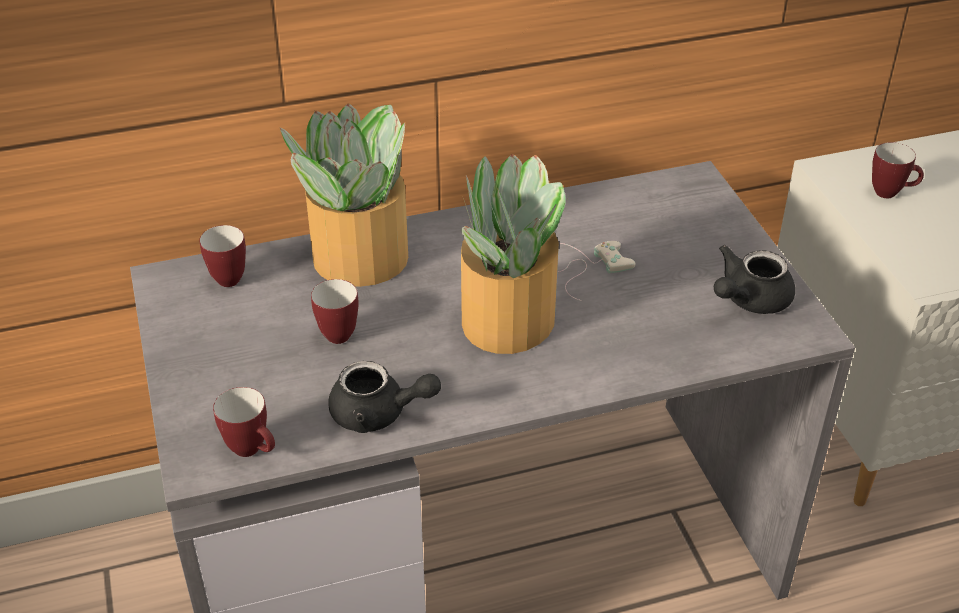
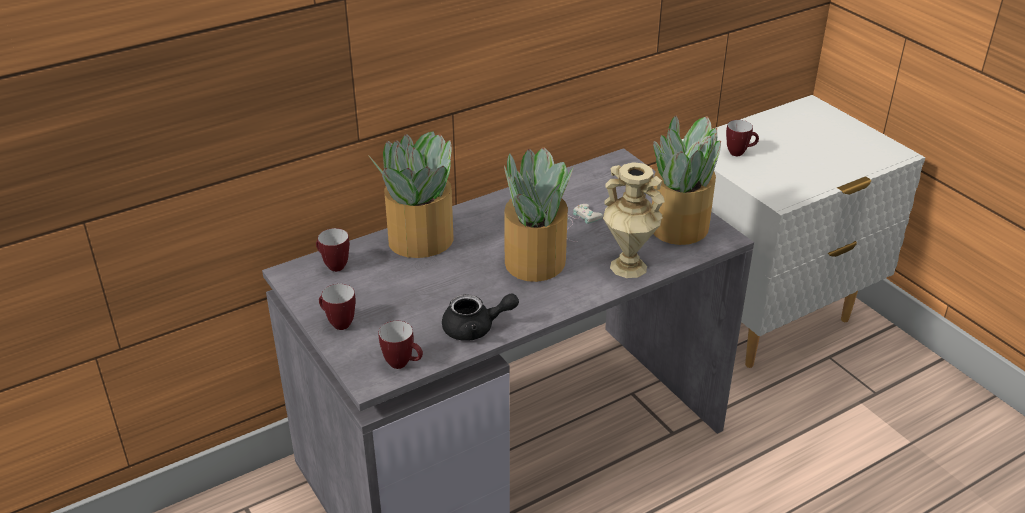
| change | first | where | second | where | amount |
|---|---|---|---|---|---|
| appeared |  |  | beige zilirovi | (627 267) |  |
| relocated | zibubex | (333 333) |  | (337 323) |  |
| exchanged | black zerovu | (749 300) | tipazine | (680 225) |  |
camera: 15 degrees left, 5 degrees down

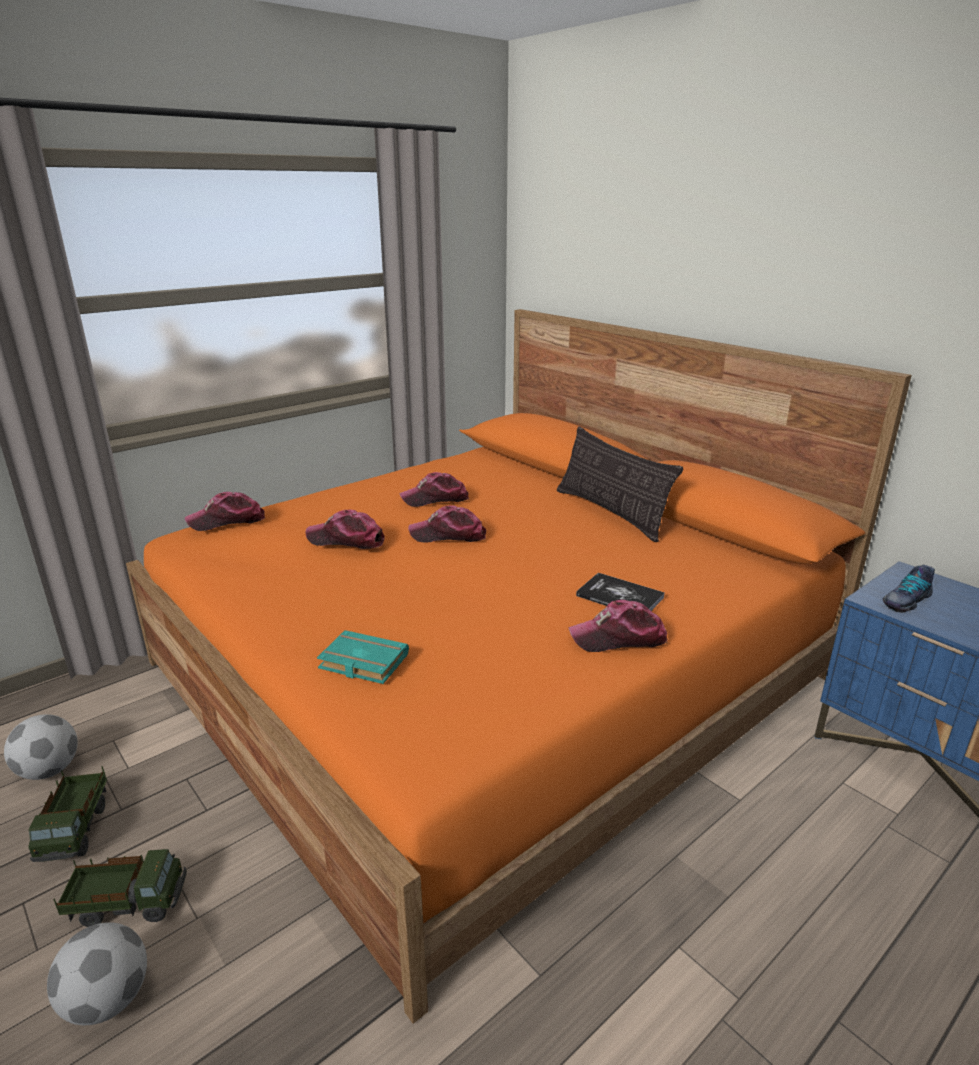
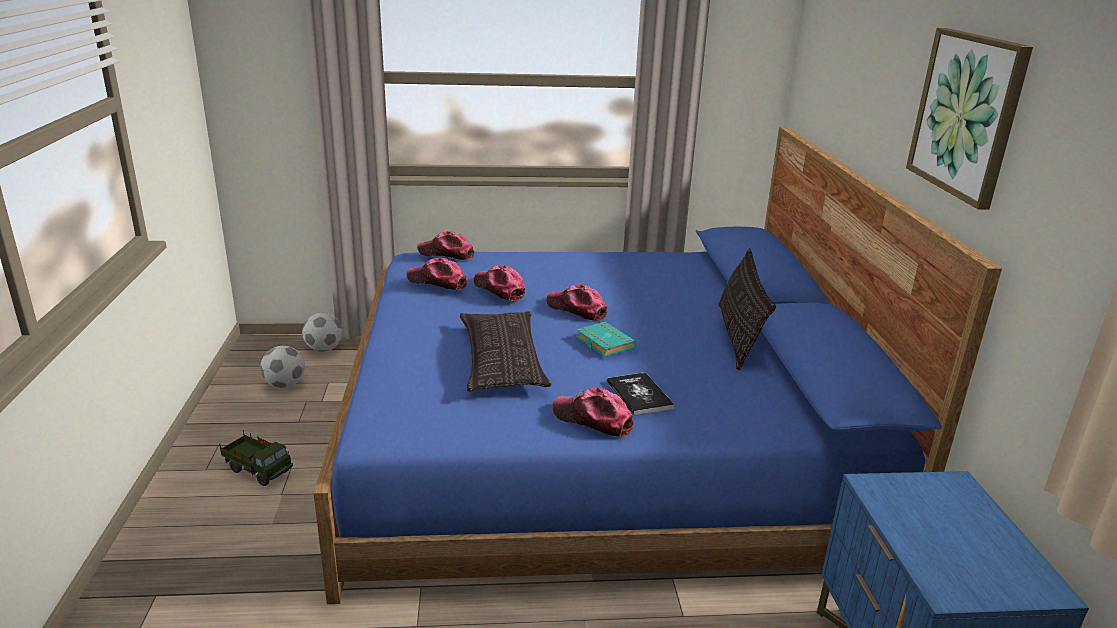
| change | first | where | second | where | amount |
|---|---|---|---|---|---|
| missing | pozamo | (76 830) |  |  |  |
| missing | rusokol | (905 600) |  |  |  |
| appeared |  |  | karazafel | (501 360) |  |
| appeared |  |  | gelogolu | (967 114) |  |
| relocated | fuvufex | (108 1000) |  | (324 349) |  |
| relocated | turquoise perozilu | (361 663) |  | (603 343) |  |
| relocated | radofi | (435 499) |  | (437 282) |  |
| colour | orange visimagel | (489 670) | blue visimagel | (597 440) |  |
camera: 35 degrees right, 0 degrees up

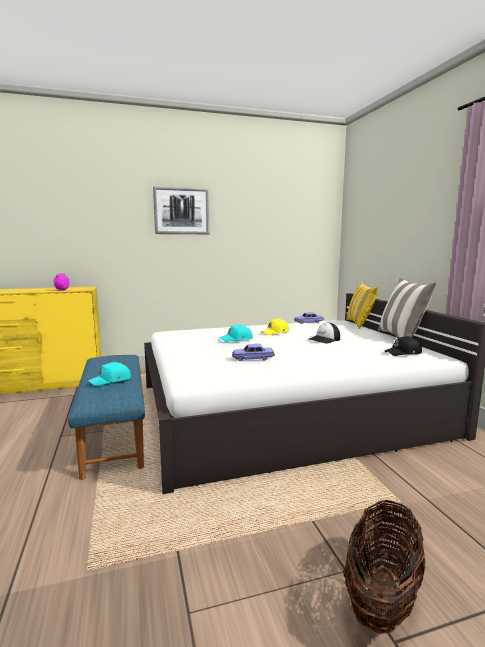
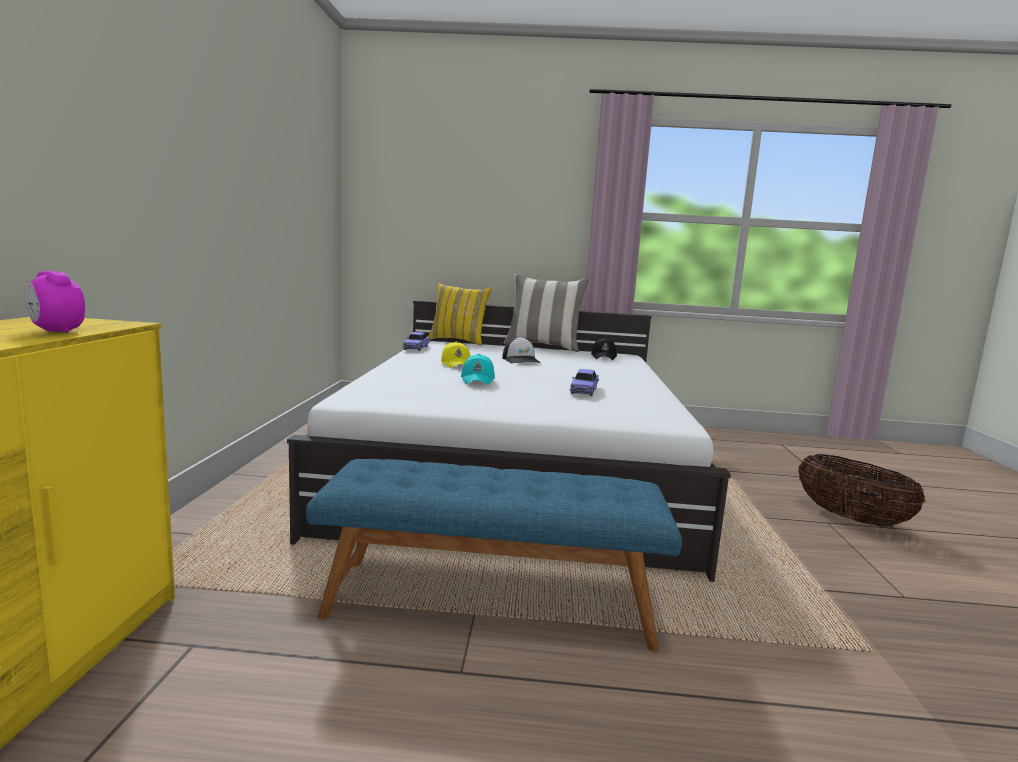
| change | first | where | second | where | amount |
|---|---|---|---|---|---|
| missing | turquoise radofi | (111 380) |  |  |  |
| missing | gelogolu | (181 211) |  |  |  |
camera: 70 degrees left, 0 degrees up

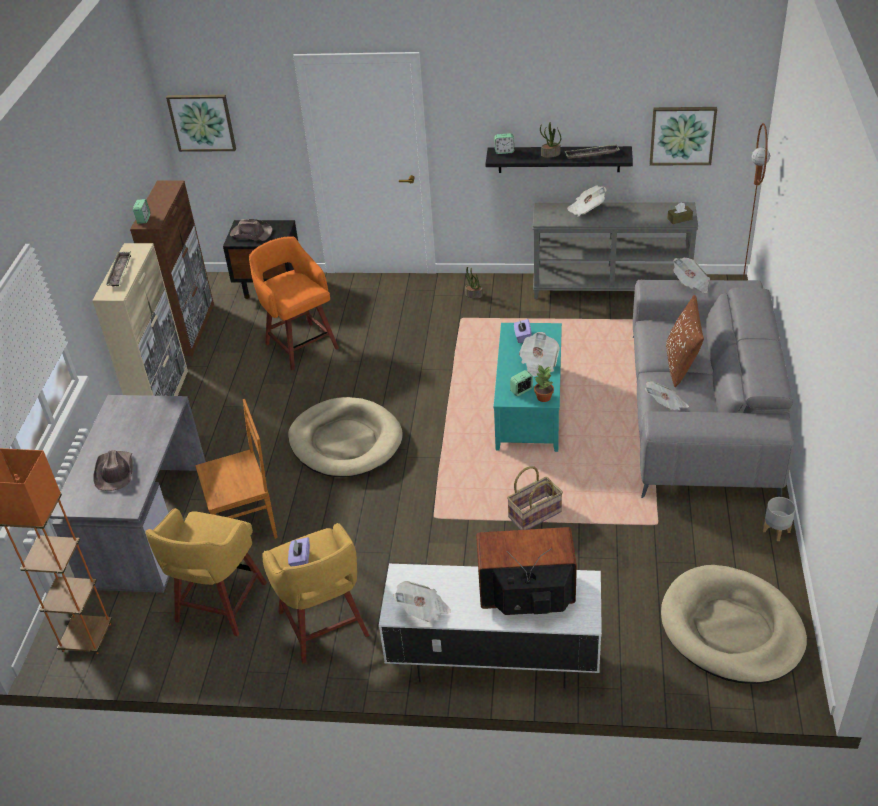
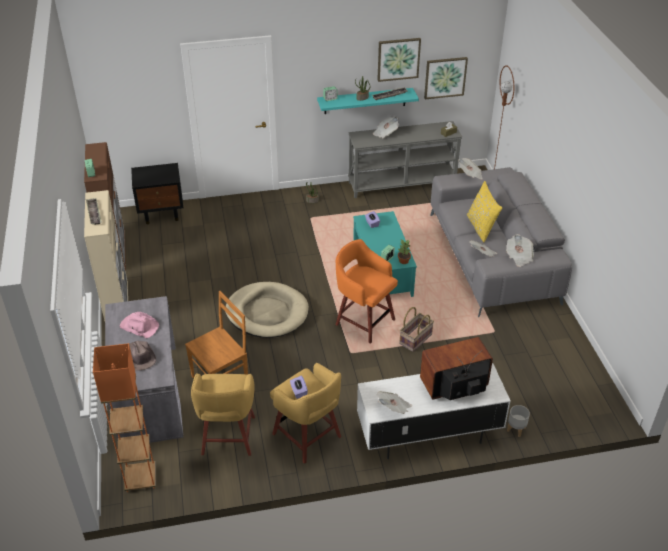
| change | first | where | second | where | amount |
|---|---|---|---|---|---|
| missing | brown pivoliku | (251 233) |  |  |  |
| missing | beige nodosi | (731 629) |  |  |  |
| appeared |  |  | pink pivoliku | (139 326) |  |
| relocated | gelogolu | (202 122) |  | (398 59) |  |
| relocated | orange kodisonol | (300 344) |  | (363 321) |  |
| relocated | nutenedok | (538 364) |  | (519 257) |  |
| relocated | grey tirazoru | (776 531) |  | (516 429) |  |
| colour | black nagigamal | (559 159) | turquoise nagigamal | (365 101) |  |
| colour | brown karazafel | (681 365) | yellow karazafel | (481 227) |  |
camera: 20 degrees left, 0 degrees up

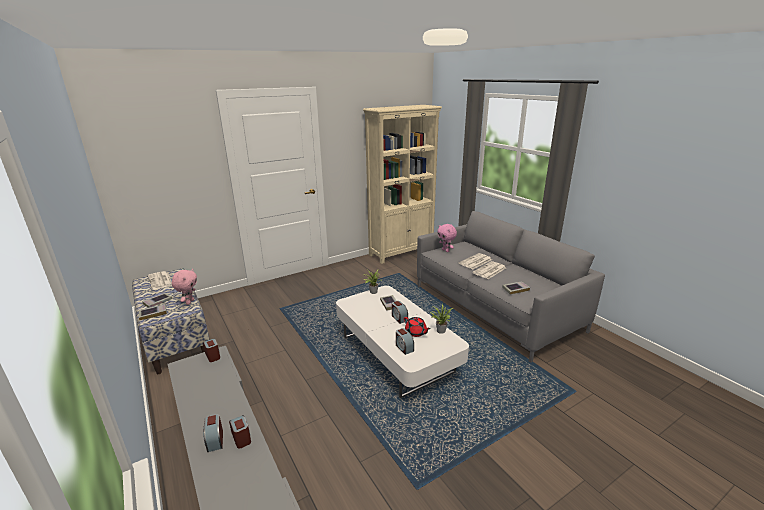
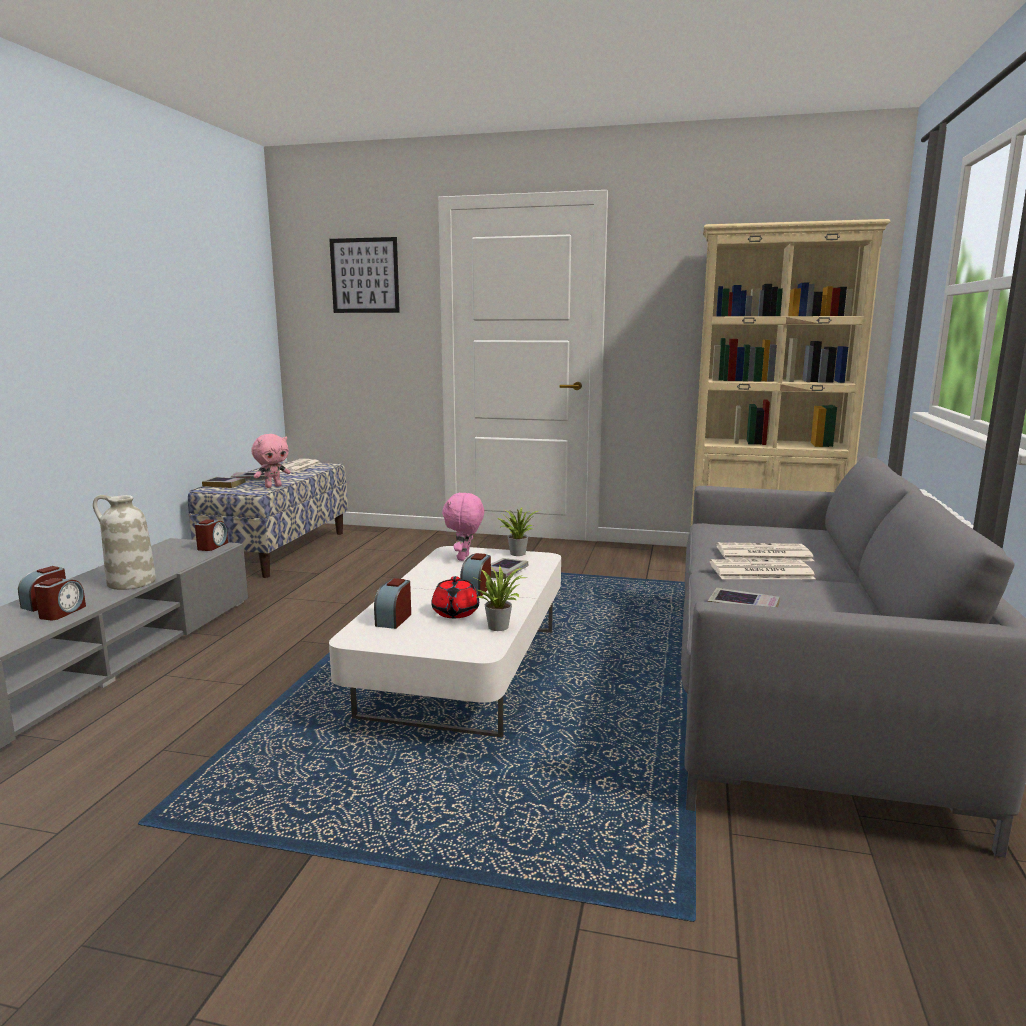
| change | first | where | second | where | amount |
|---|---|---|---|---|---|
| appeared |  |  | white zilirovi | (130 583) |  |
| appeared |  |  | gelogolu | (365 275) |  |
| relocated | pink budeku | (446 250) |  | (464 558) |  |
camera: 45 degrees right, 10 degrees down

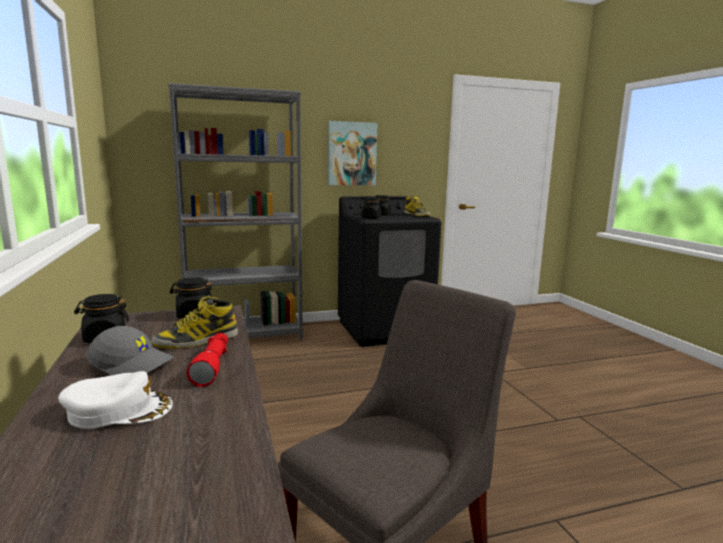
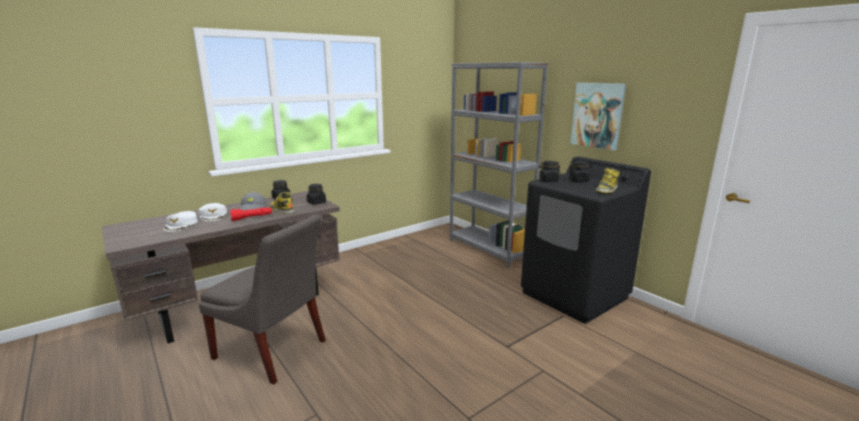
| change | first | where | second | where | amount |
|---|---|---|---|---|---|
| appeared |  |  | white radofi | (181 225) |  |
camera: 70 degrees right, 5 degrees up

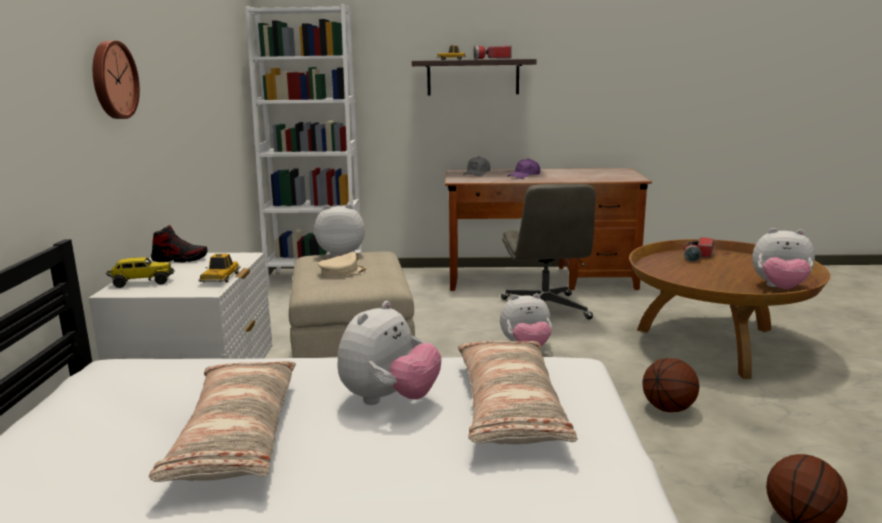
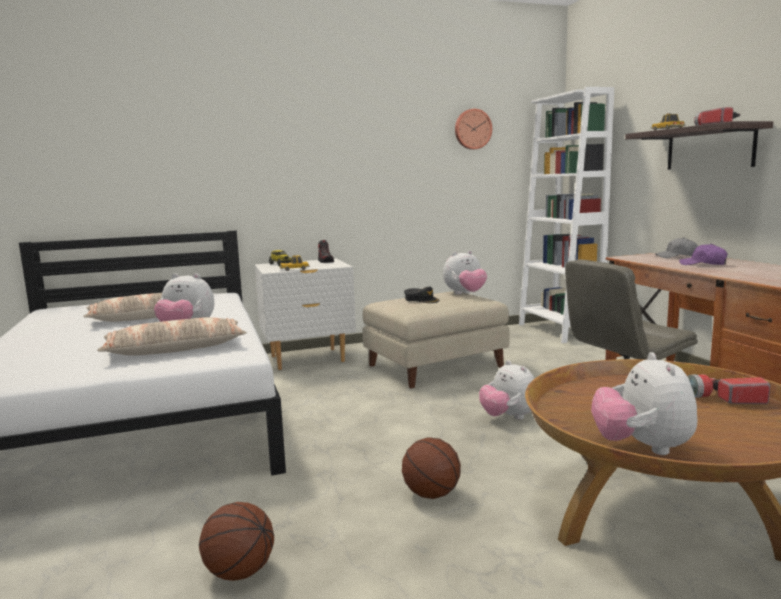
| change | first | where | second | where | amount |
|---|---|---|---|---|---|
| relocated | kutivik | (112 80) |  | (472 129) |  |
| colour | beige radofi | (343 272) | black radofi | (421 300) |  |
| spun | budeku | (341 254) |  | (465 294) | 90 degrees clockwise |
camera: 70 degrees right, 5 degrees down

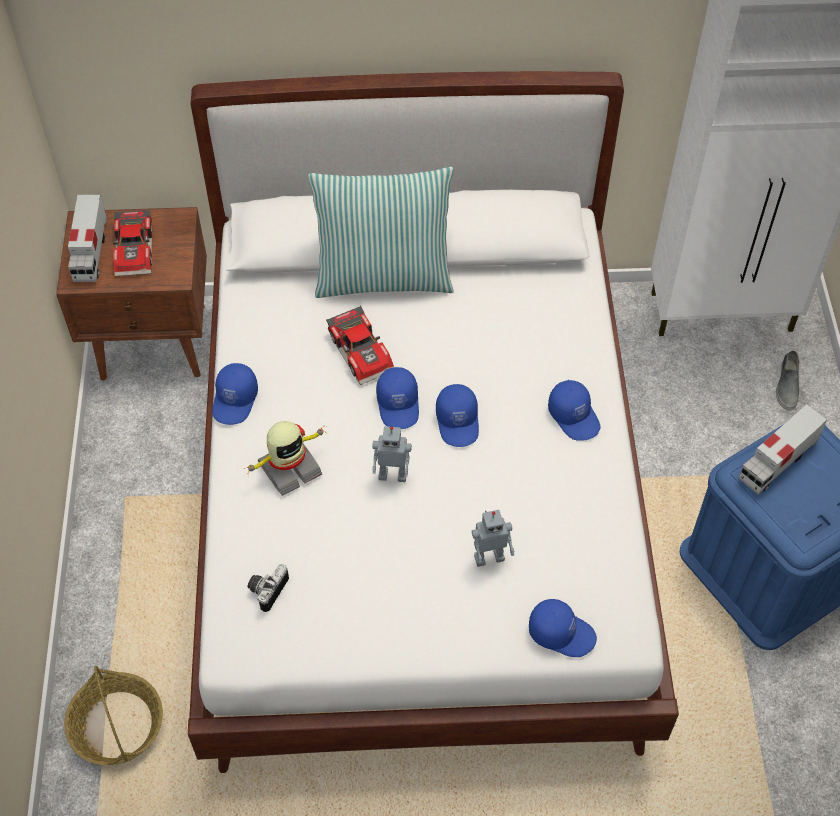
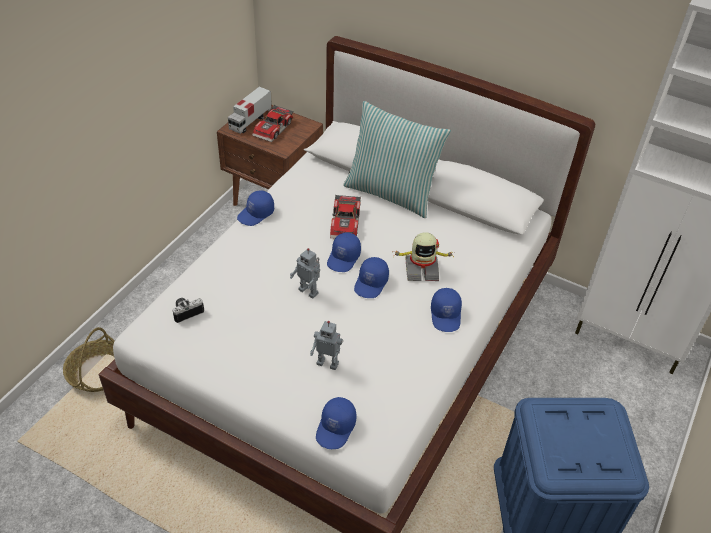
| change | first | where | second | where | amount |
|---|---|---|---|---|---|
| missing | pozamo | (776 462) |  |  |  |
| missing | grey rusokol | (787 385) |  |  |  |
| relocated | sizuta | (289 468) |  | (421 269) |  |
| spun | blue radofi | (561 632) |  | (336 428) | 60 degrees clockwise |
camera: 30 degrees right, 10 degrees down

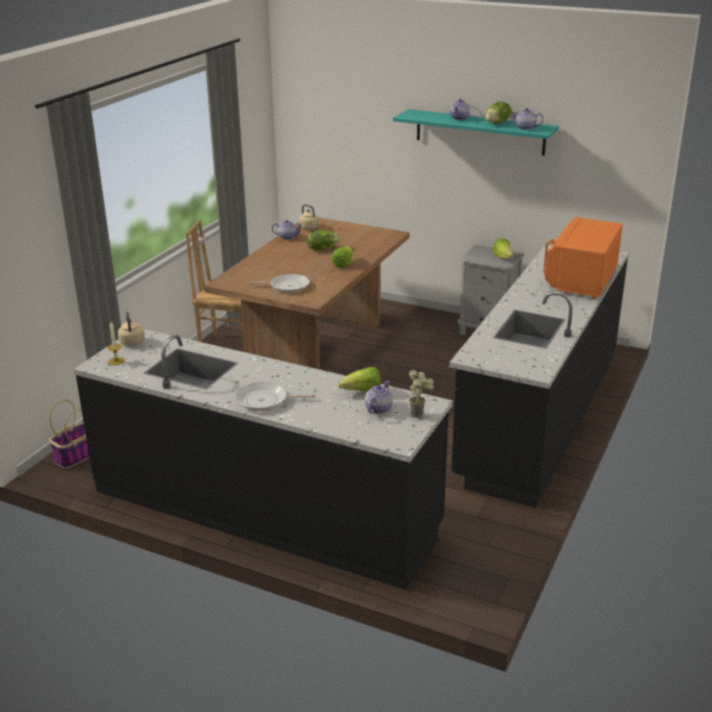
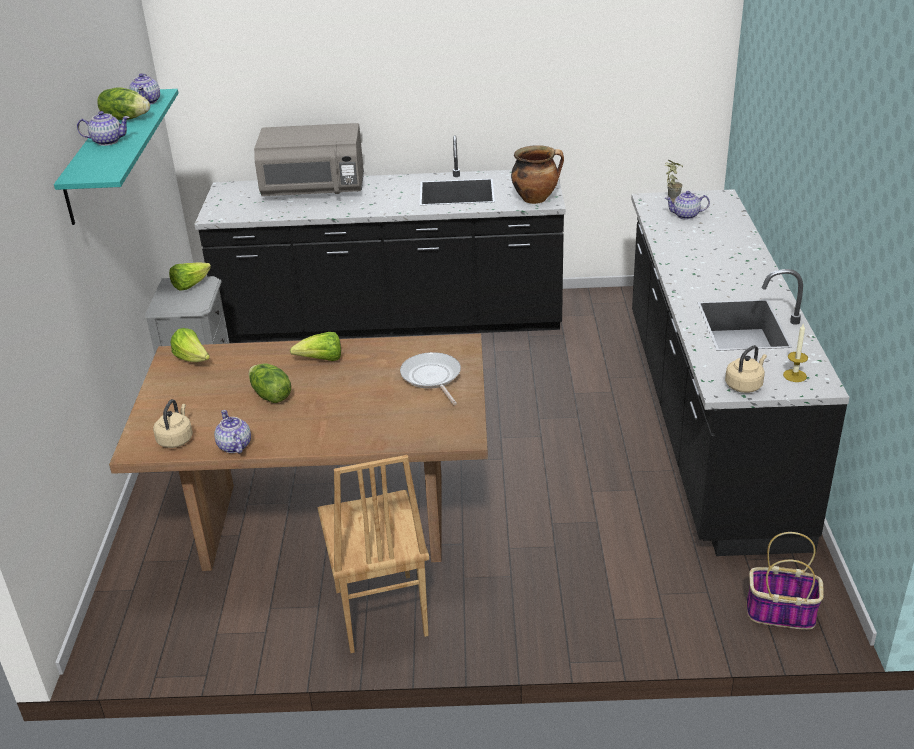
| change | first | where | second | where | amount |
|---|---|---|---|---|---|
| missing | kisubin | (265 401) |  |  |  |
| appeared |  |  | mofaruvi | (536 199) |  |
| relocated | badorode | (362 392) |  | (193 359) |  |
| colour | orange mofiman | (580 280) | grey mofiman | (314 190) |  |
camera: 115 degrees left, 5 degrees up

